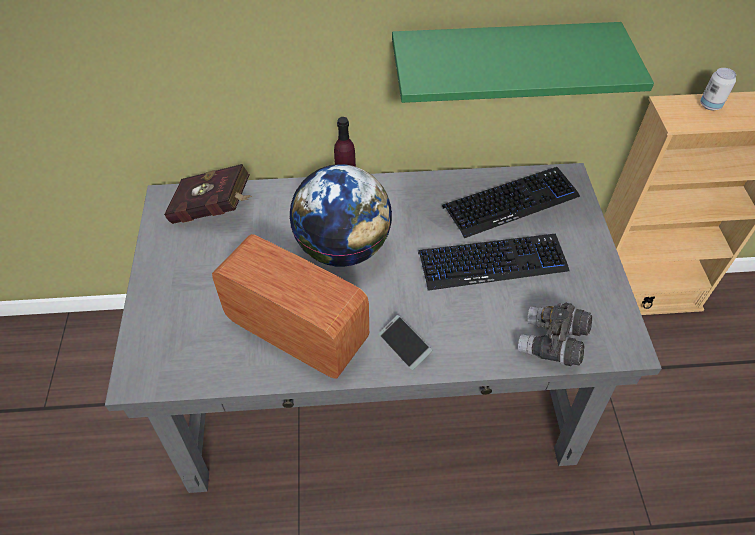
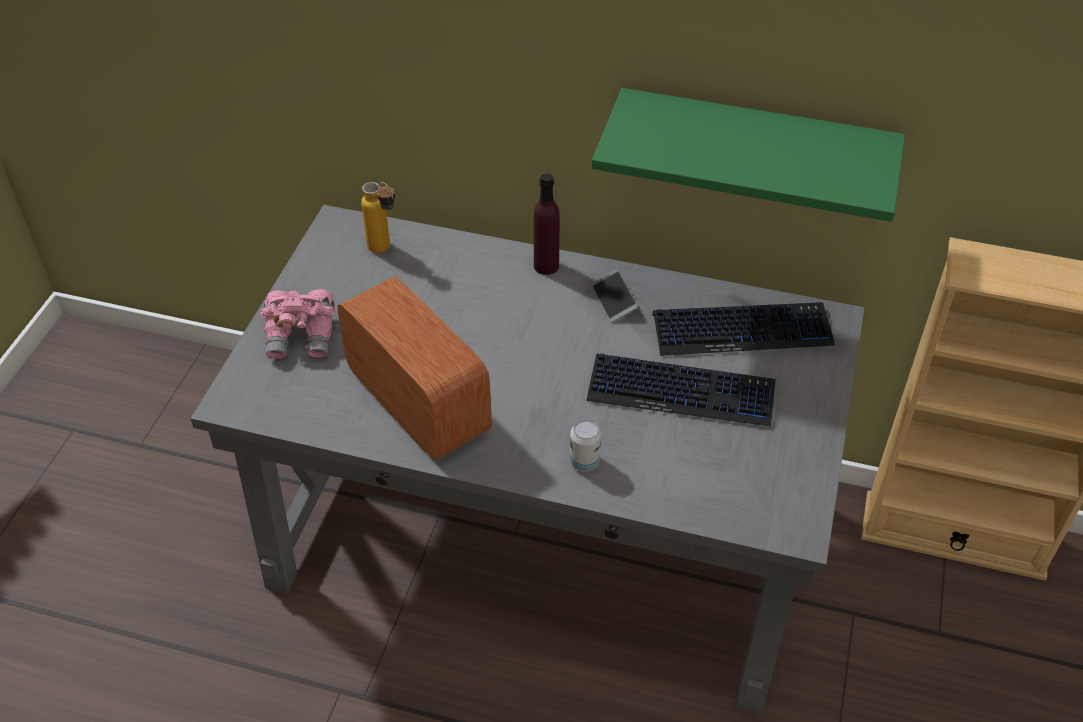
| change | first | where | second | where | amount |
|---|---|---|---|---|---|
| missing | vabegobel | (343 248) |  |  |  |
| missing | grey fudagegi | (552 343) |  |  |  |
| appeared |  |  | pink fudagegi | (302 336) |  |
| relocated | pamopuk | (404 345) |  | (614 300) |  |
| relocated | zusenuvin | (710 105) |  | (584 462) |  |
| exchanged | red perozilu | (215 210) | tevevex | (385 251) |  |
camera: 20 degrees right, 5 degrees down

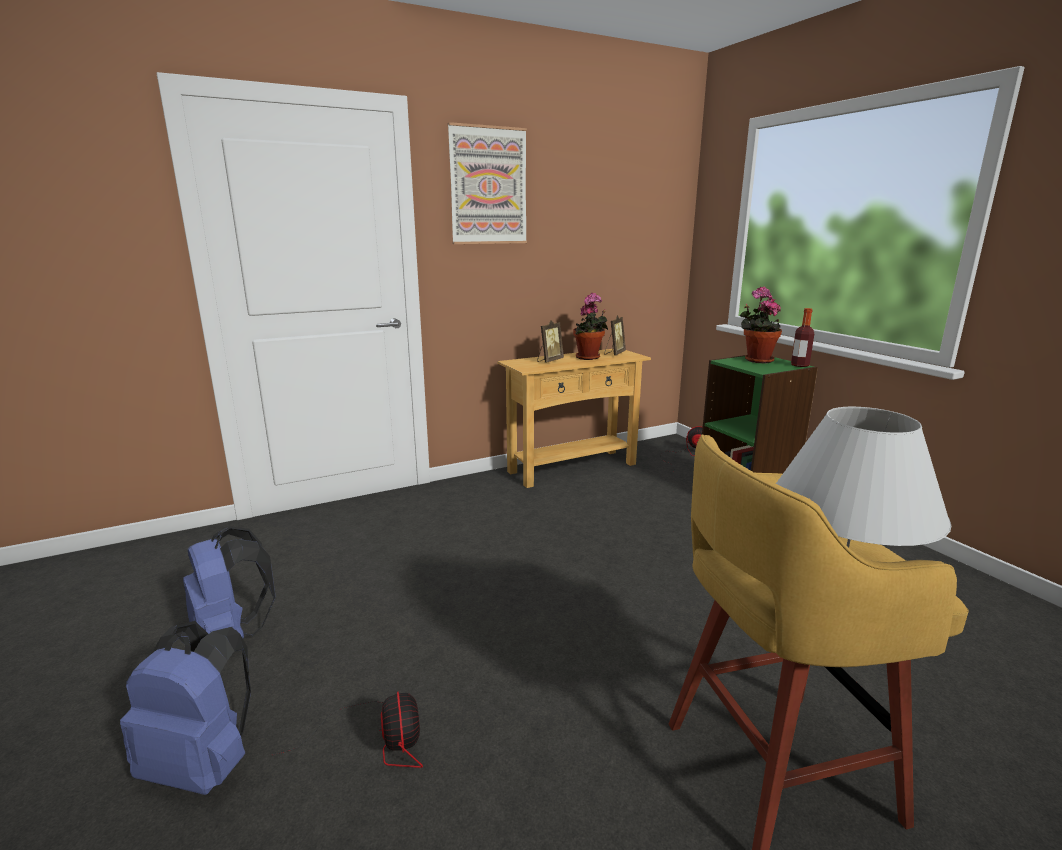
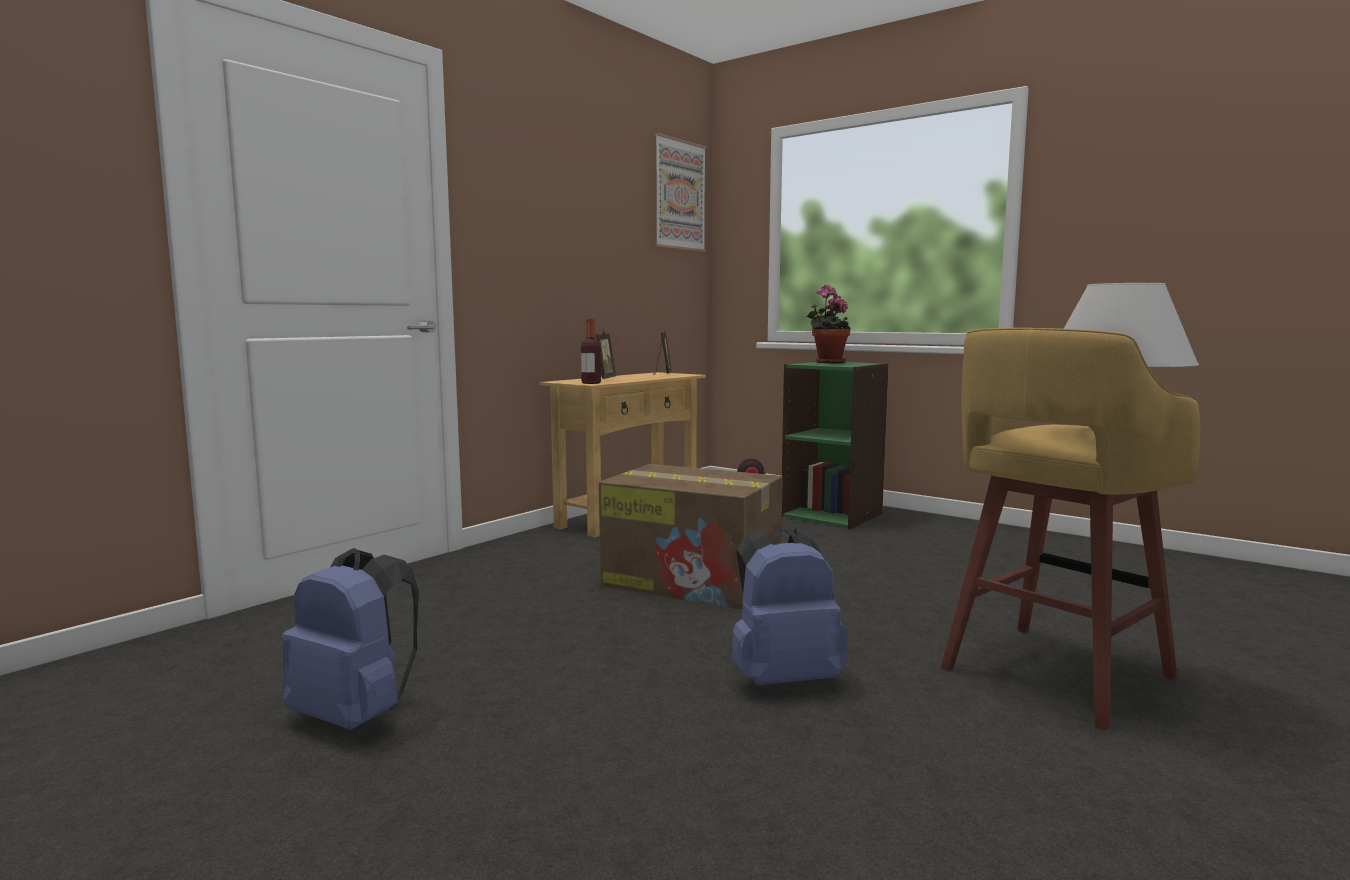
| change | first | where | second | where | amount |
|---|---|---|---|---|---|
| missing | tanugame | (380 741) |  |  |  |
| missing | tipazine | (589 358) |  |  |  |
| appeared |  |  | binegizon | (694 581) |  |
| relocated | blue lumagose | (204 764) |  | (783 678) |  |
| relocated | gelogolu | (488 186) |  | (679 195) |  |
| relocated | tevevex | (799 365) |  | (591 383) |  |
camera: 25 degrees left, 10 degrees down

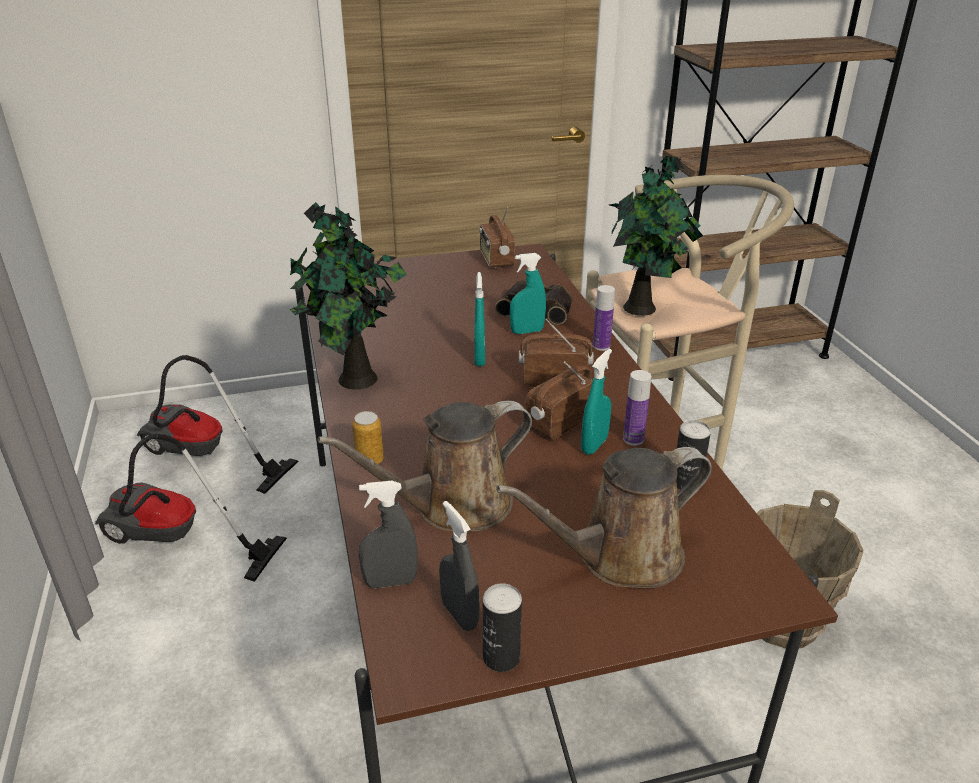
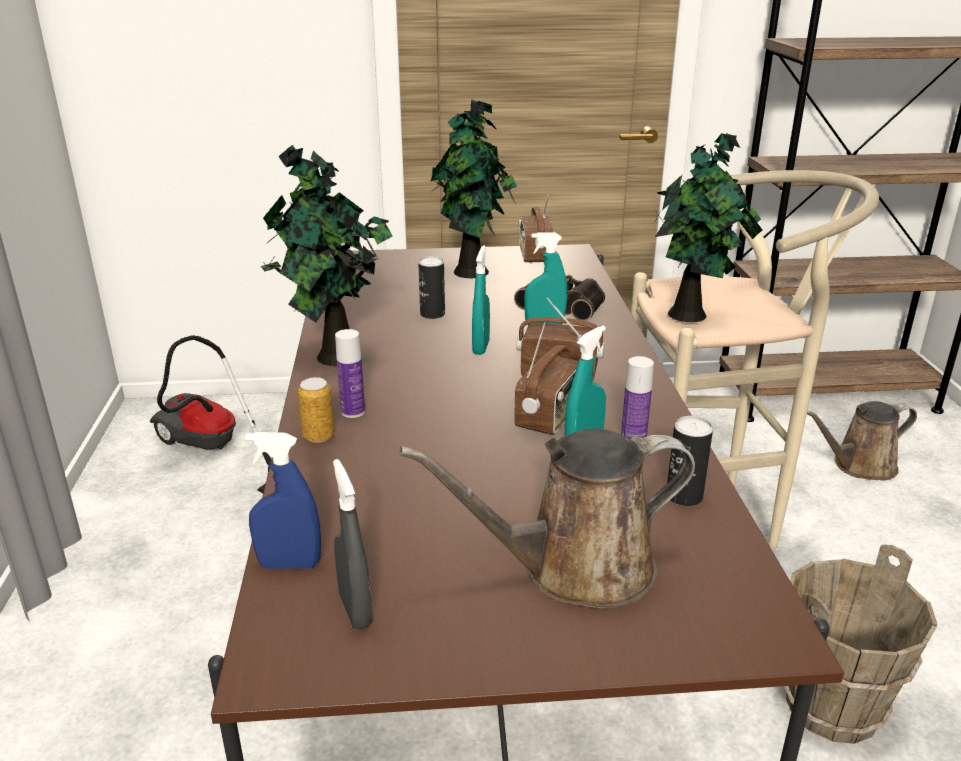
| change | first | where | second | where | amount |
|---|---|---|---|---|---|
| missing | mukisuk | (174 541) |  |  |  |
| appeared |  |  | tipazine | (473 273) |  |
| relocated | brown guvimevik | (453 505) |  | (859 466) |  |
| relocated | zusenuvin | (501 657) |  | (432 314) |  |
| relocated | tevevex | (601 346) |  | (353 412) |  |
| colour | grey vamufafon | (390 582) | blue vamufafon | (289 564) |  |
| spun | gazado | (559 422) |  | (549 418) | 150 degrees clockwise |
camera: 10 degrees right, 5 degrees down

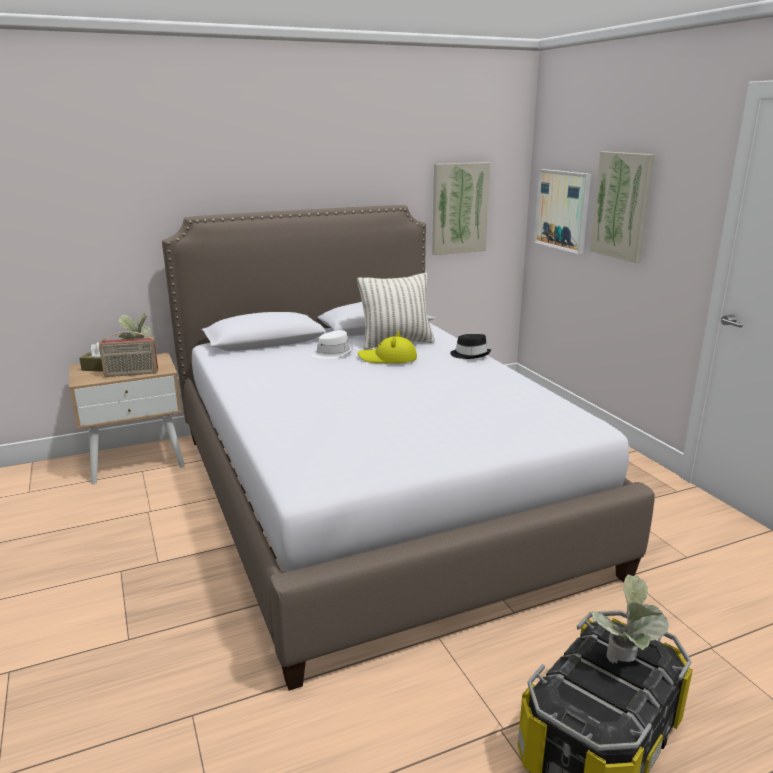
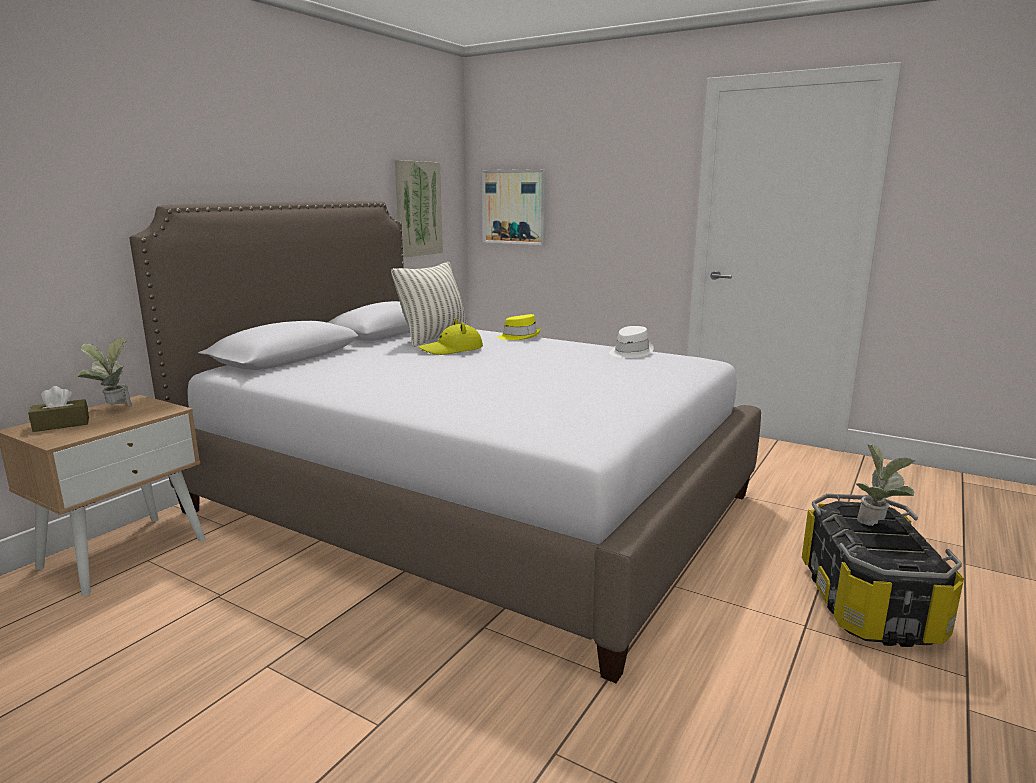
| change | first | where | second | where | amount |
|---|---|---|---|---|---|
| missing | gazado | (131 374) |  |  |  |
| missing | gelogolu | (622 206) |  |  |  |
| relocated | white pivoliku | (333 353) |  | (629 352) |  |
| colour | black pivoliku | (470 354) | yellow pivoliku | (519 336) |  |
camera: 35 degrees left, 5 degrees down

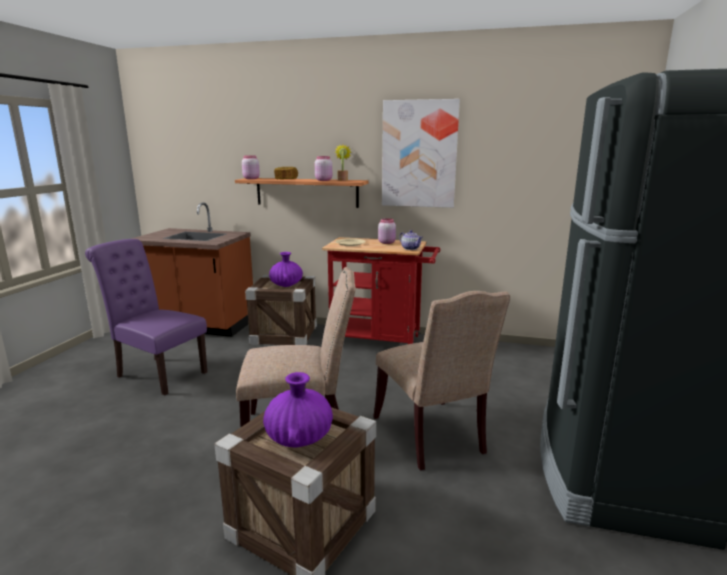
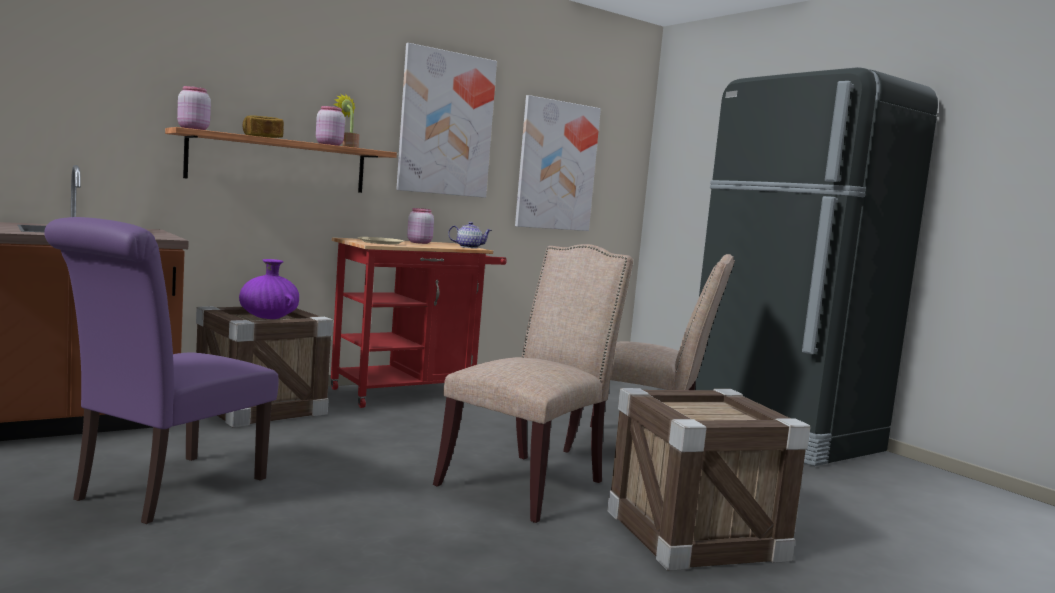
| change | first | where | second | where | amount |
|---|---|---|---|---|---|
| missing | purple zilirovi | (299 438) |  |  |  |
| appeared |  |  | gelogolu | (556 165) |  |
| spun | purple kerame | (157 373) |  | (163 491) | 45 degrees counterclockwise |
camera: 50 degrees left, 10 degrees down

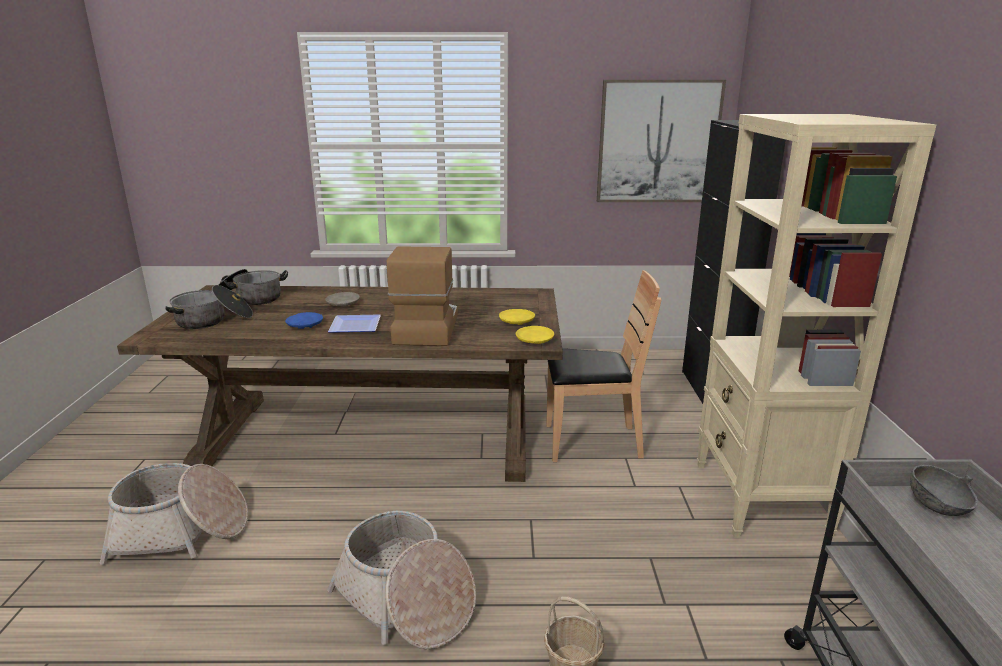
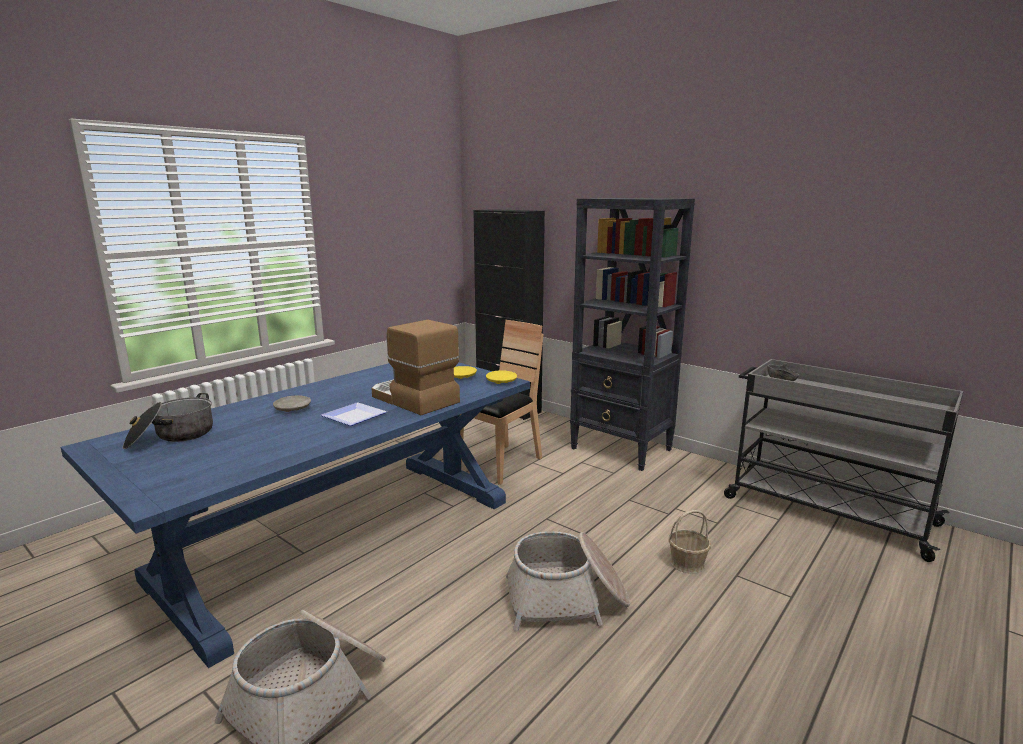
| change | first | where | second | where | amount |
|---|---|---|---|---|---|
| missing | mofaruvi | (213 320) |  |  |  |
| missing | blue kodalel | (305 325) |  |  |  |
| missing | gelogolu | (658 142) |  |  |  |
| colour | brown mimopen | (370 437) | blue mimopen | (341 538) |  |
| colour | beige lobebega | (760 499) | black lobebega | (622 449) |  |
camera: 50 degrees left, 5 degrees down

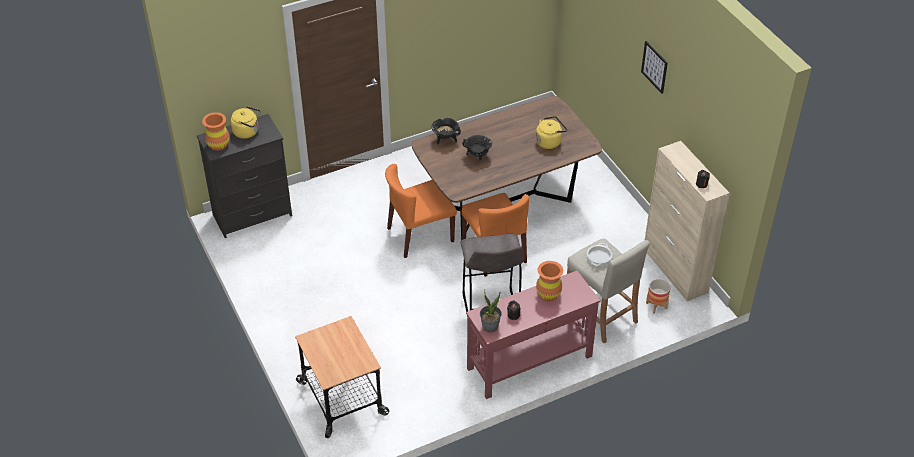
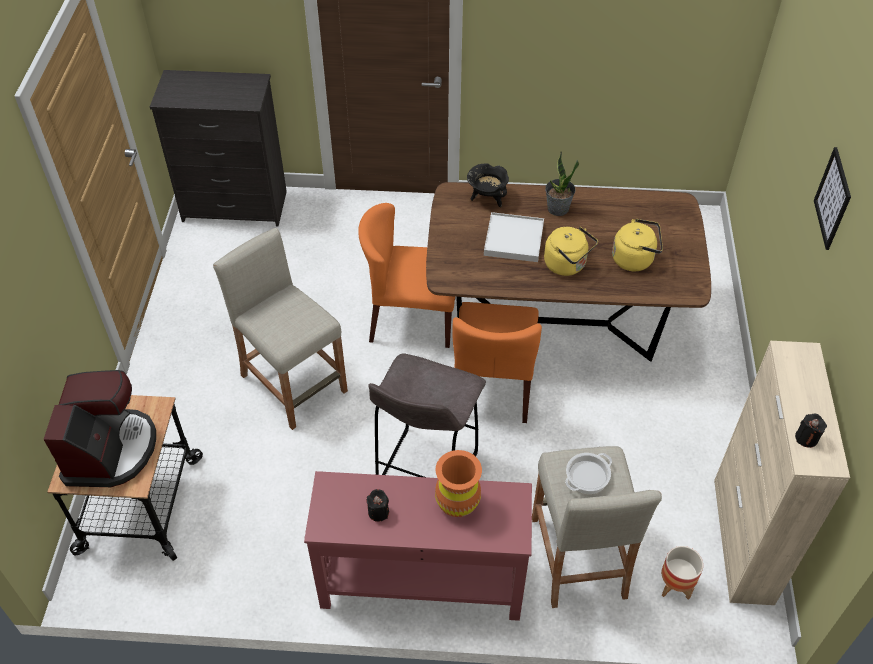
| change | first | where | second | where | amount |
|---|---|---|---|---|---|
| missing | orange zilirovi | (218 145) |  |  |  |
| appeared |  |  | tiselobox | (110 450) |  |
| appeared |  |  | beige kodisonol | (293 383) |  |
| relocated | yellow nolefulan | (247 132) |  | (567 265) |  |
| relocated | tipazine | (490 326) |  | (558 209) |  |
| exchanged | black mofaruvi | (477 156) | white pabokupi | (513 240) |  |
camera: 30 degrees right, 5 degrees up

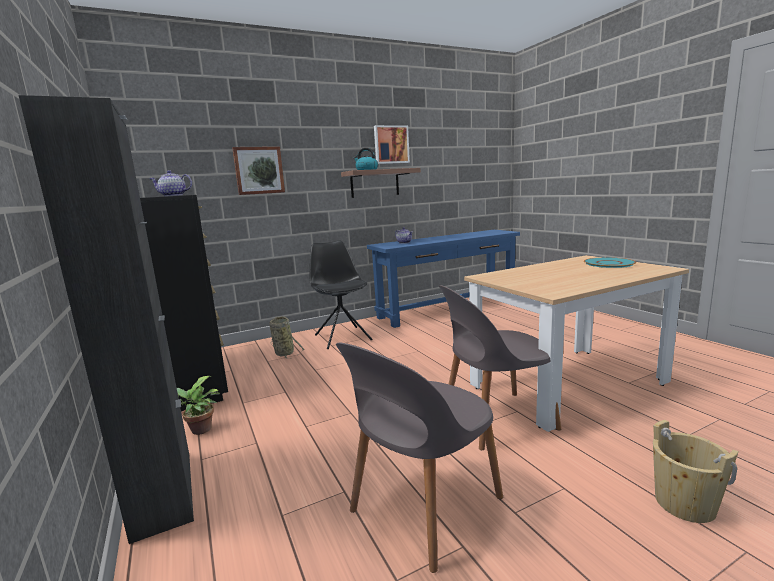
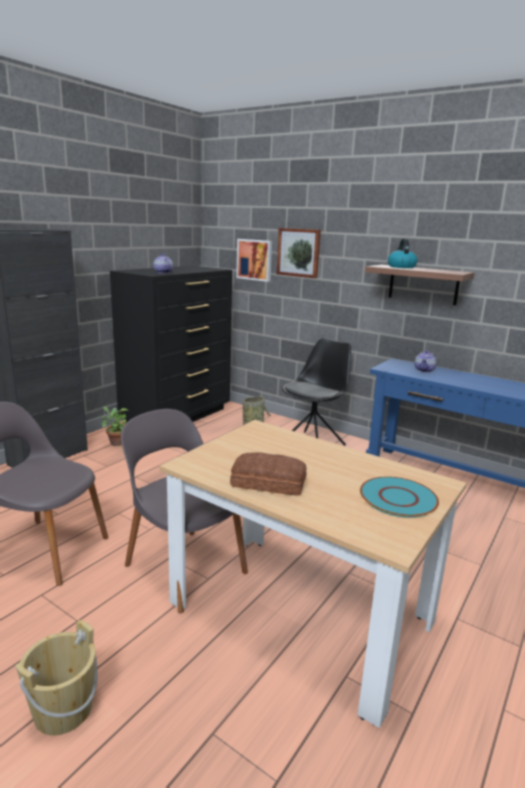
| change | first | where | second | where | amount |
|---|---|---|---|---|---|
| appeared |  |  | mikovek | (269 483) |  |
| relocated | gelogolu | (391 144) |  | (255 259) |  |
camera: 60 degrees right, 5 degrees up

